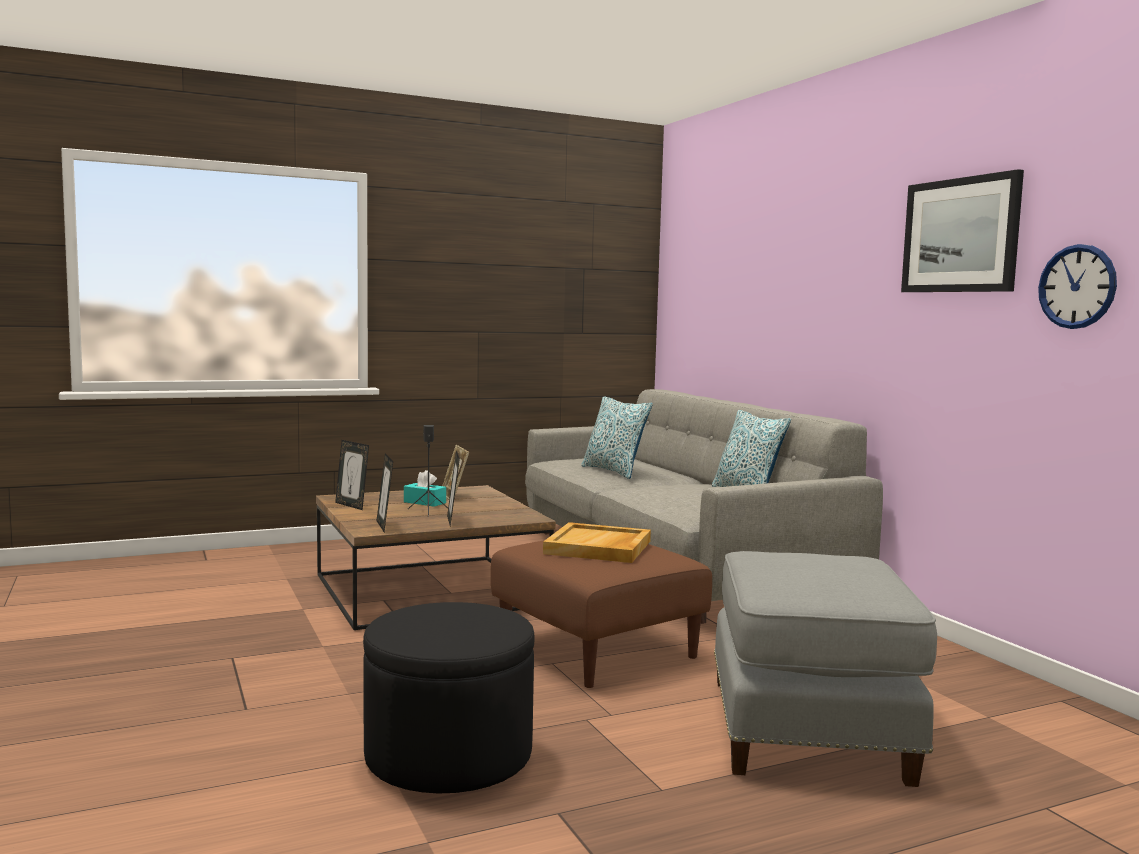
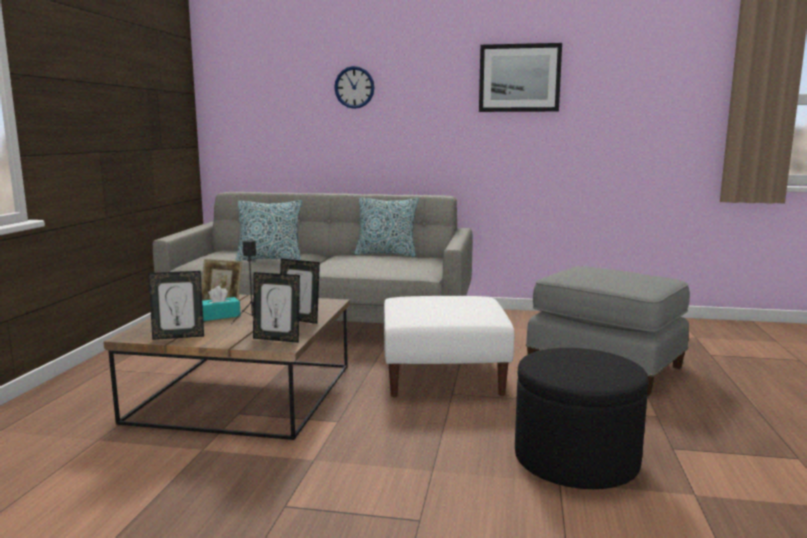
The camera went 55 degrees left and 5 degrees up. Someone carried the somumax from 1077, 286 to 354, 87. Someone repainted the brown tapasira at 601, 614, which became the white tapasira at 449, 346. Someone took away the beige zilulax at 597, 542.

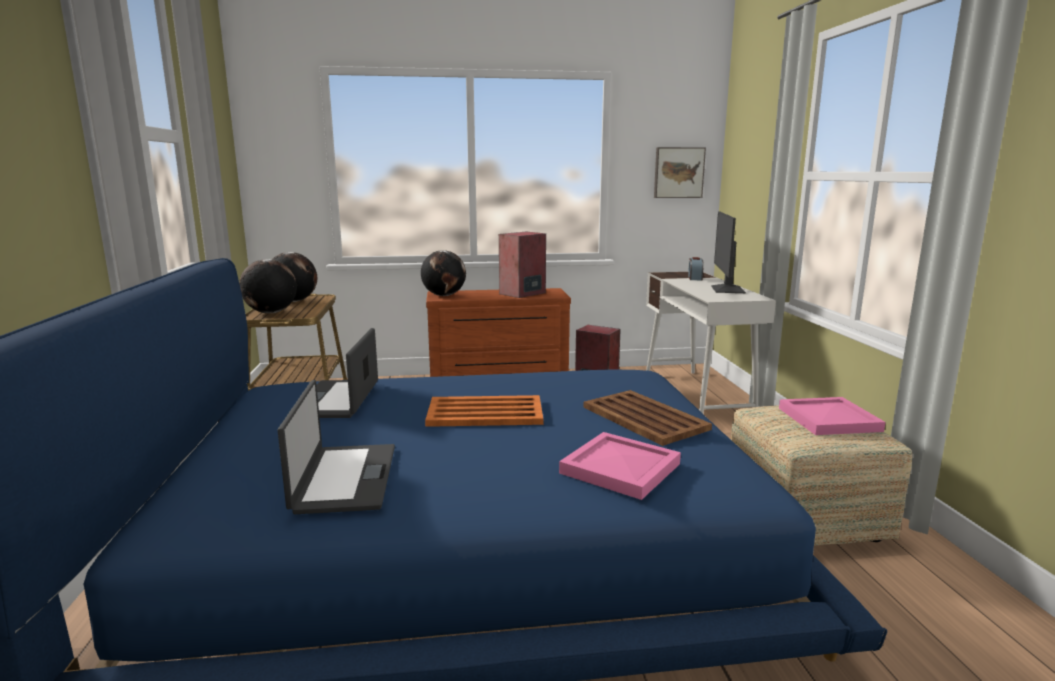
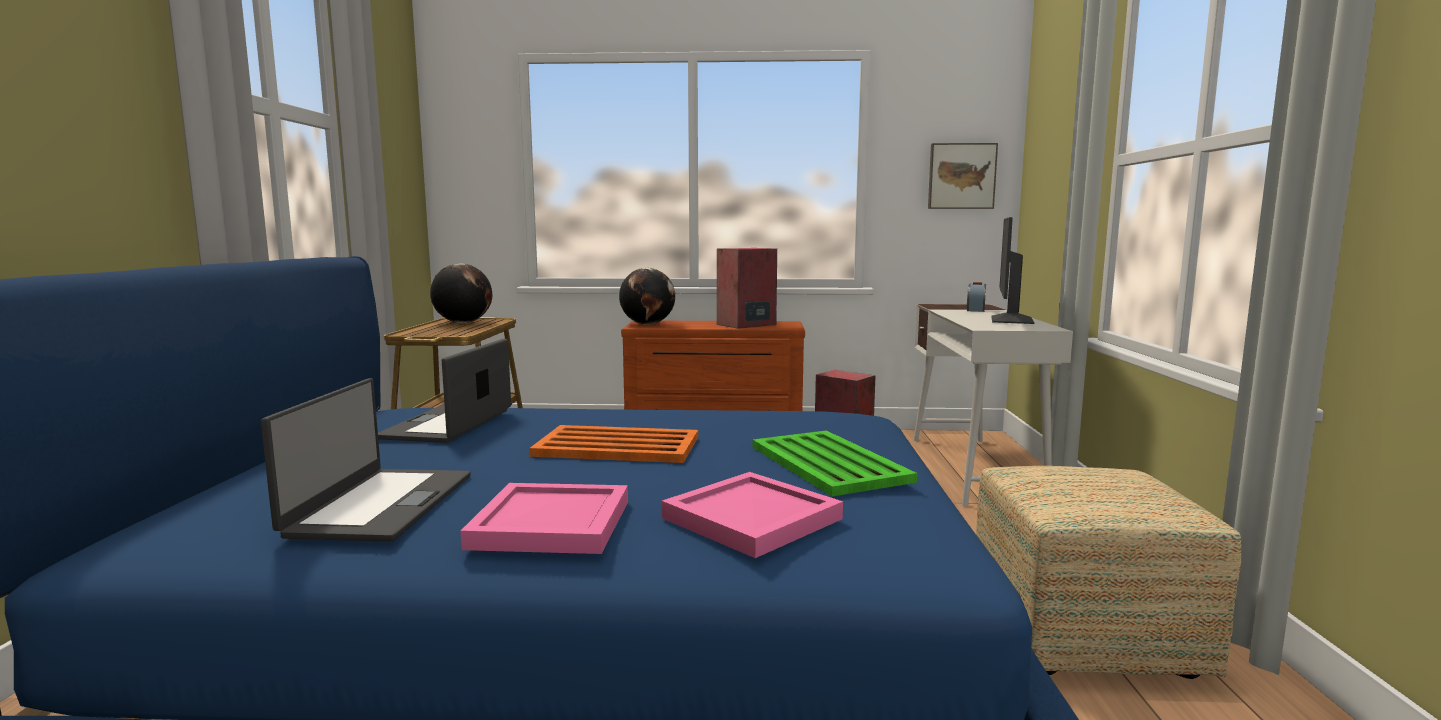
The camera went 10 degrees right and 5 degrees down. Someone carried the pink zilulax from 832, 416 to 544, 518. Someone repainted the brown zilulax at 648, 418, which became the green zilulax at 834, 463. Someone took away the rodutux at 268, 286.

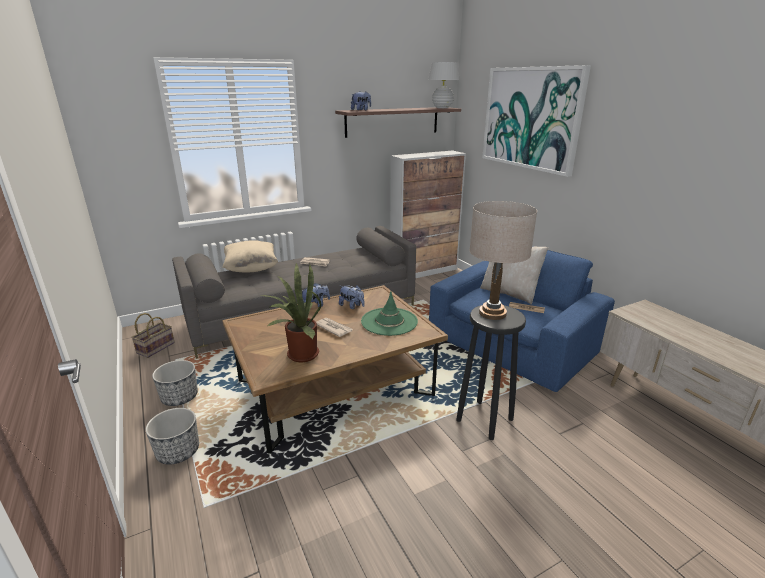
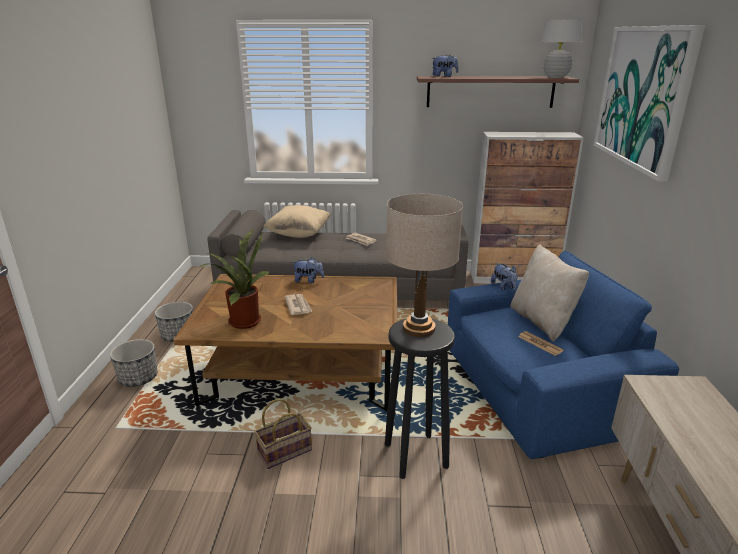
The camera went 30 degrees right and 0 degrees up. Someone carried the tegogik from 153, 335 to 283, 434. Someone carried the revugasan from 352, 297 to 504, 276. Someone took away the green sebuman at 389, 314.

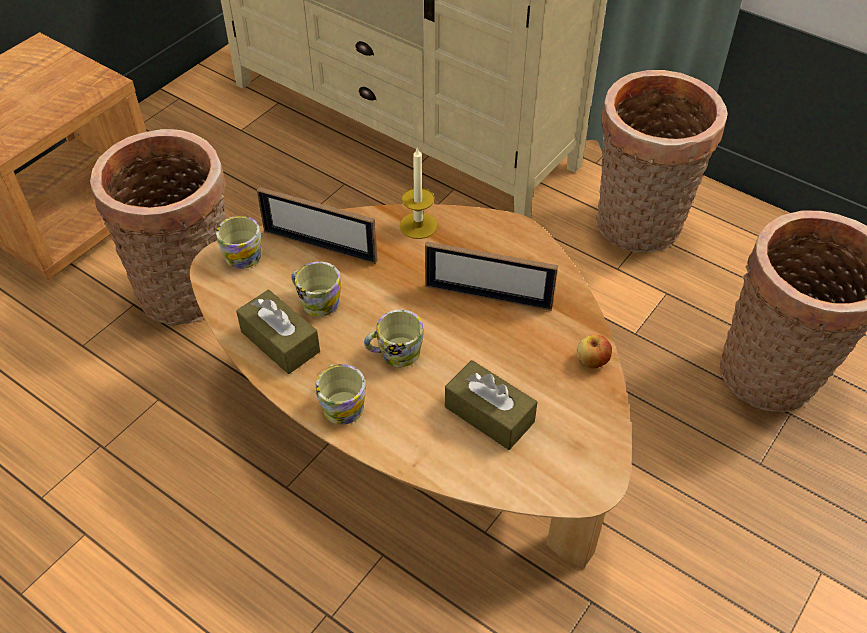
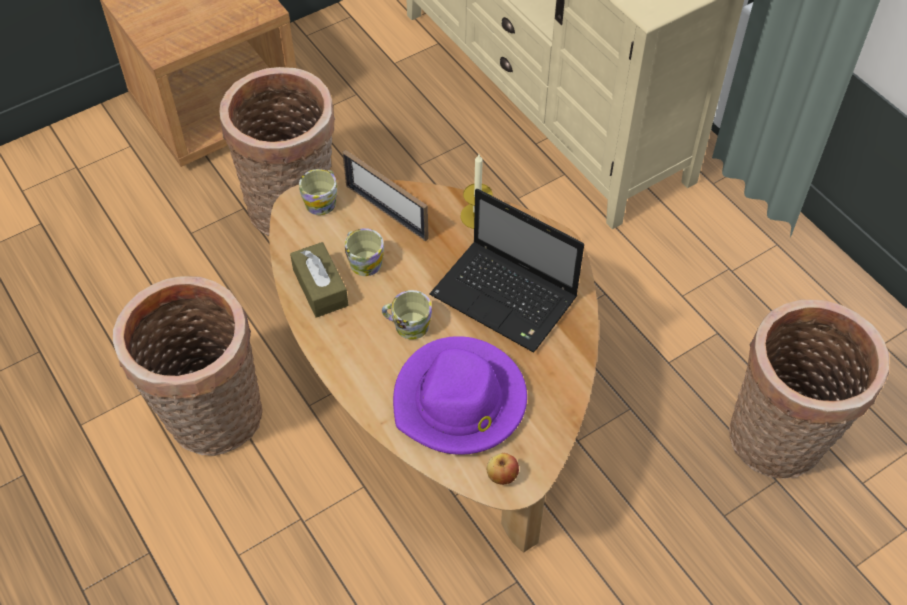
The camera went 20 degrees right and 5 degrees up. Someone carried the tegogik from 662, 161 to 188, 366. Someone swapped the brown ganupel at 491, 405 for the purple sebuman at 460, 395. Someone swapped the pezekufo at 491, 276 for the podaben at 506, 271. Someone carried the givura from 594, 352 to 503, 469. Someone took away the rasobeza at 341, 394.

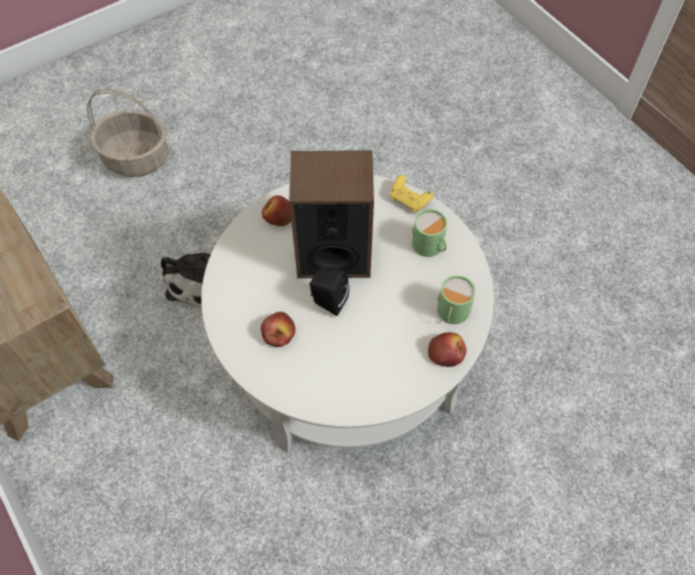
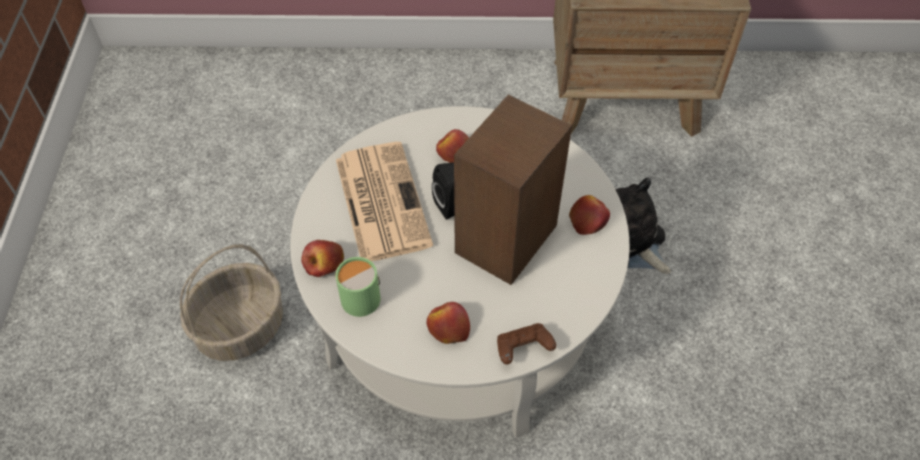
The camera went 125 degrees right and 5 degrees down. Someone carried the tegogik from 127, 133 to 231, 302. Someone put down the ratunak at 384, 201. Someone swapped the green rasobeza at 429, 233 for the givura at 448, 323. Someone repainted the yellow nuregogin at 412, 193, which became the brown nuregogin at 526, 343.

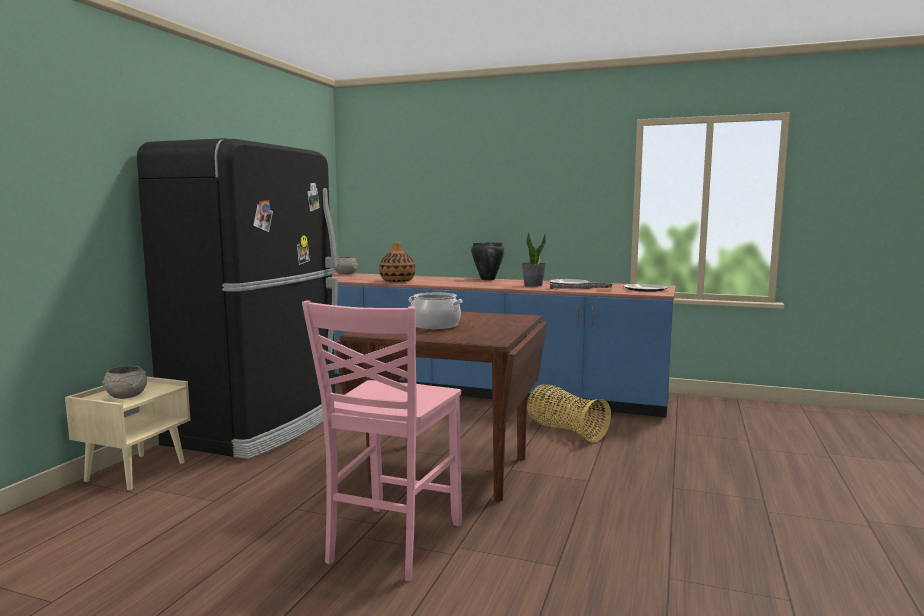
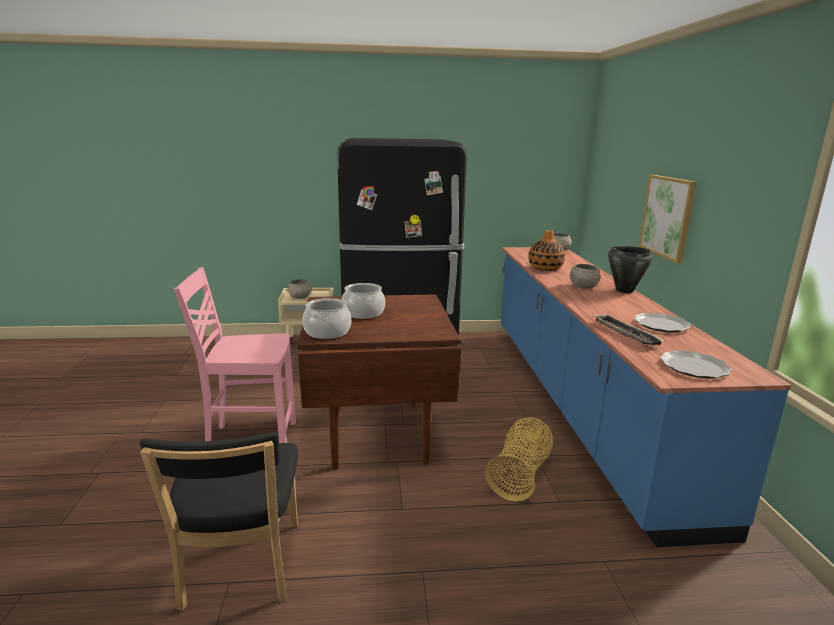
The camera went 65 degrees right and 10 degrees up. Someone put down the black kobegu at 219, 521. Someone put down the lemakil at 326, 318. Someone put down the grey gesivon at 585, 276. Someone put up the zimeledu at 668, 219. Someone took away the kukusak at 533, 259.

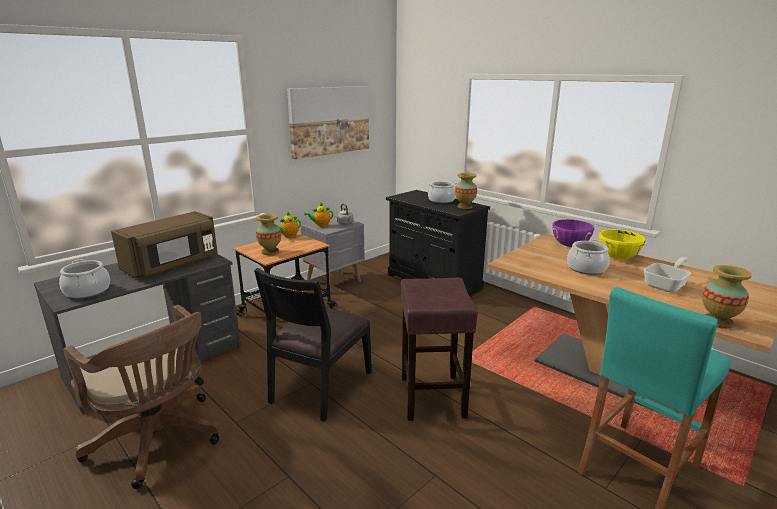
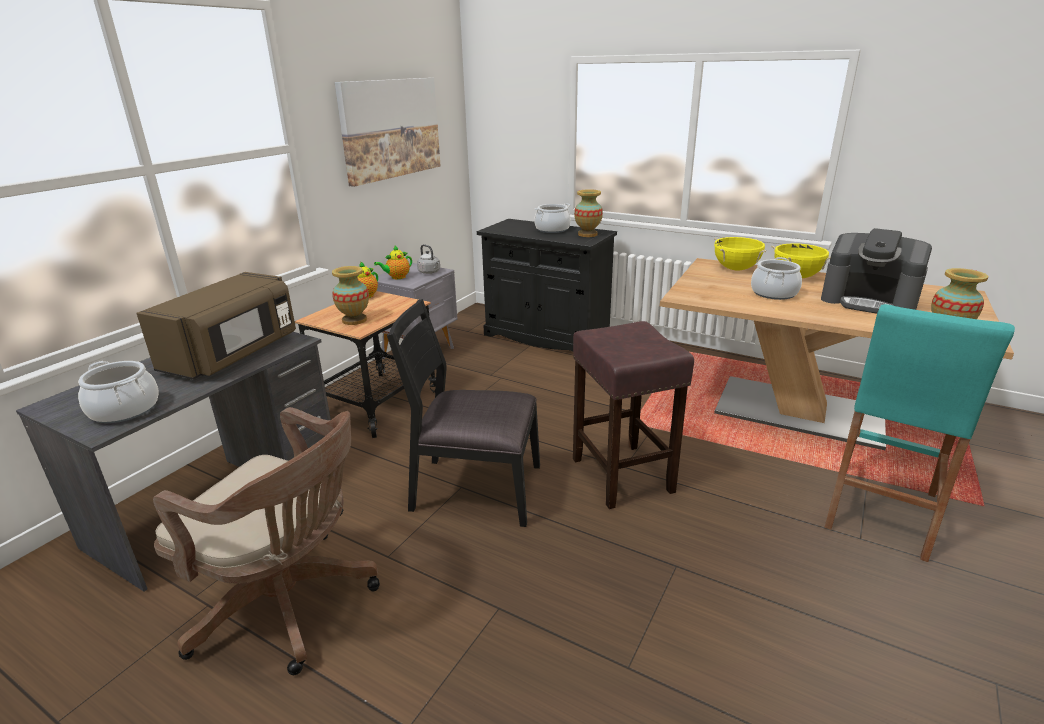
The camera went 15 degrees left and 5 degrees up. Someone rotated the black kobegu at 313, 345 by 90 degrees clockwise. Someone repainted the purple lemakil at 573, 233, which became the yellow lemakil at 740, 254. Someone swapped the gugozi at 667, 274 for the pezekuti at 876, 271.

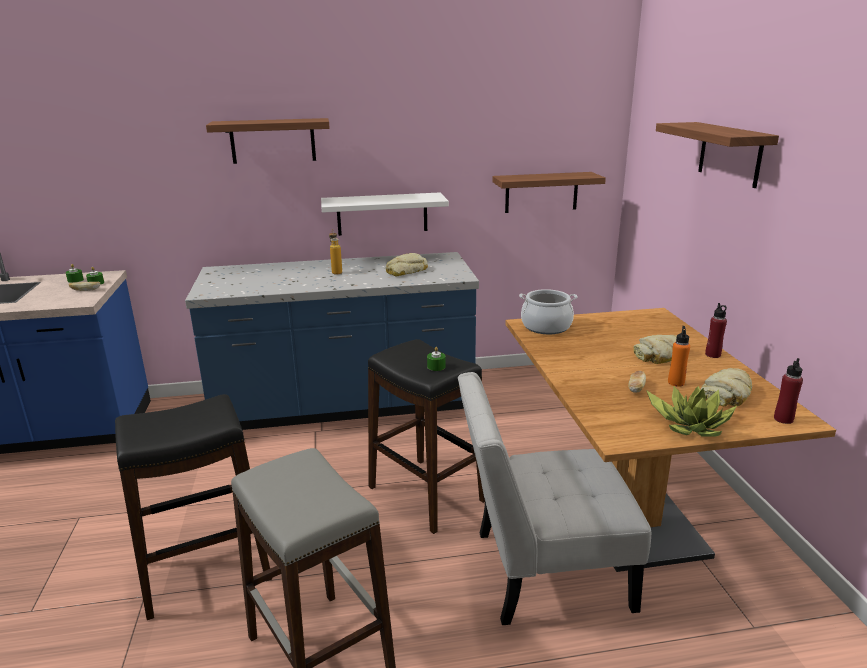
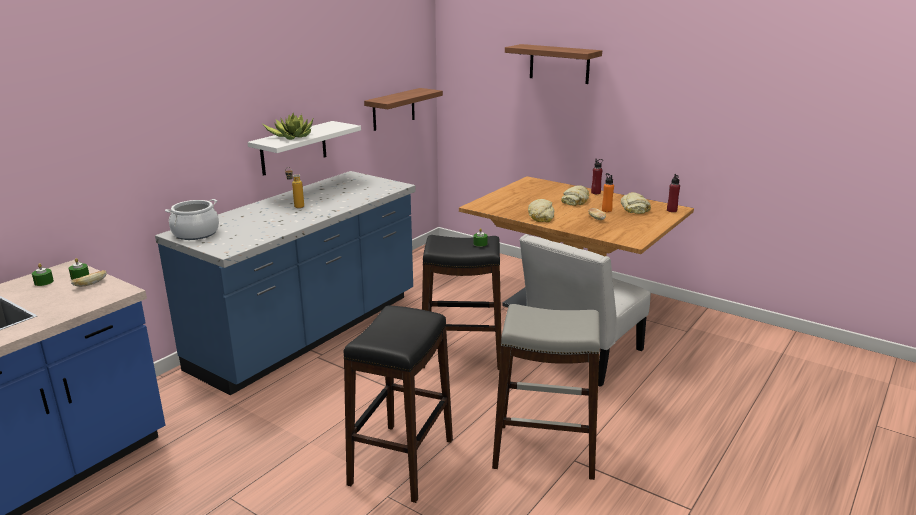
The camera went 45 degrees left and 0 degrees up. Someone carried the lemakil from 548, 311 to 192, 219. Someone carried the kukusak from 691, 411 to 288, 126. Someone carried the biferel from 407, 264 to 541, 210. Someone took away the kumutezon at 268, 141.

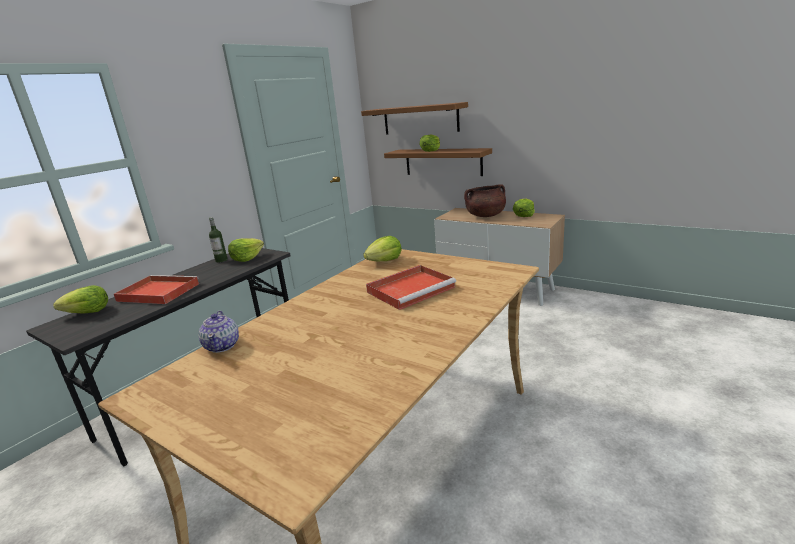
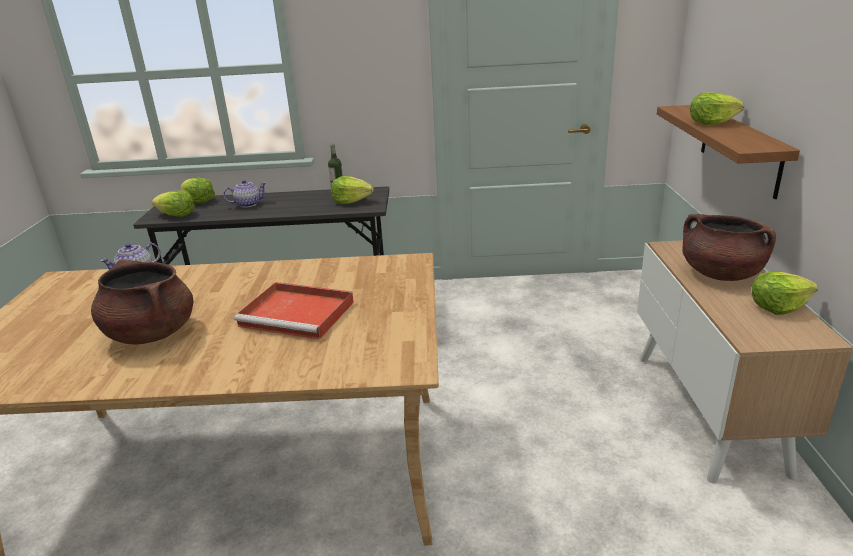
The camera went 55 degrees right and 5 degrees up. Someone put down the brown lemakil at 142, 302. Someone carried the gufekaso from 382, 249 to 173, 204. Someone swapped the red zilulax at 156, 289 for the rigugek at 244, 193. Someone took away the kumutezon at 414, 118.

